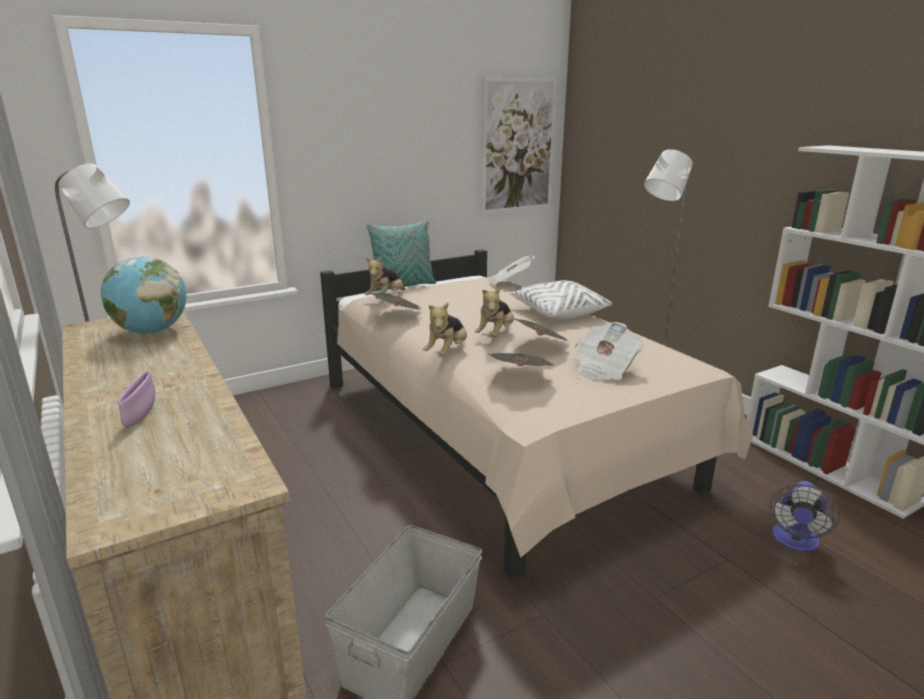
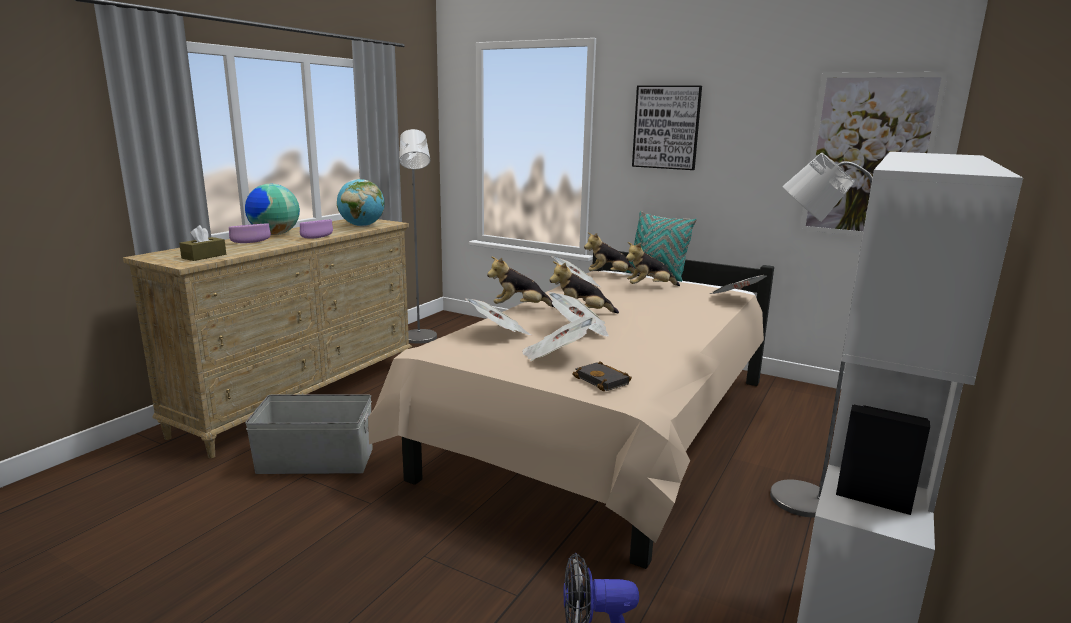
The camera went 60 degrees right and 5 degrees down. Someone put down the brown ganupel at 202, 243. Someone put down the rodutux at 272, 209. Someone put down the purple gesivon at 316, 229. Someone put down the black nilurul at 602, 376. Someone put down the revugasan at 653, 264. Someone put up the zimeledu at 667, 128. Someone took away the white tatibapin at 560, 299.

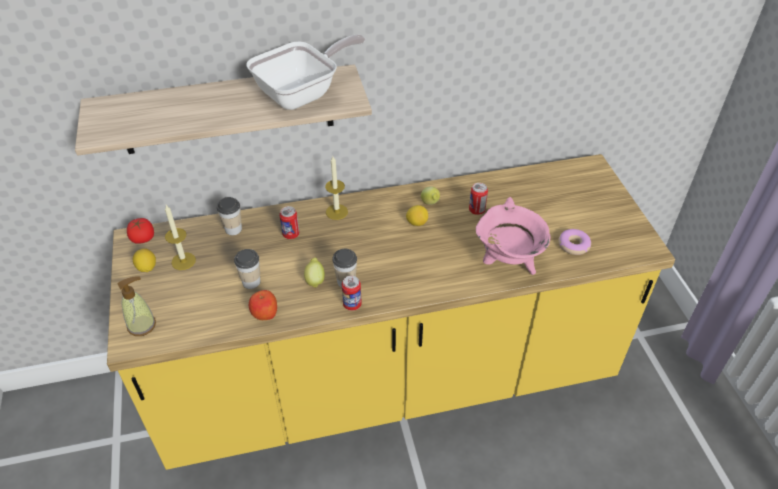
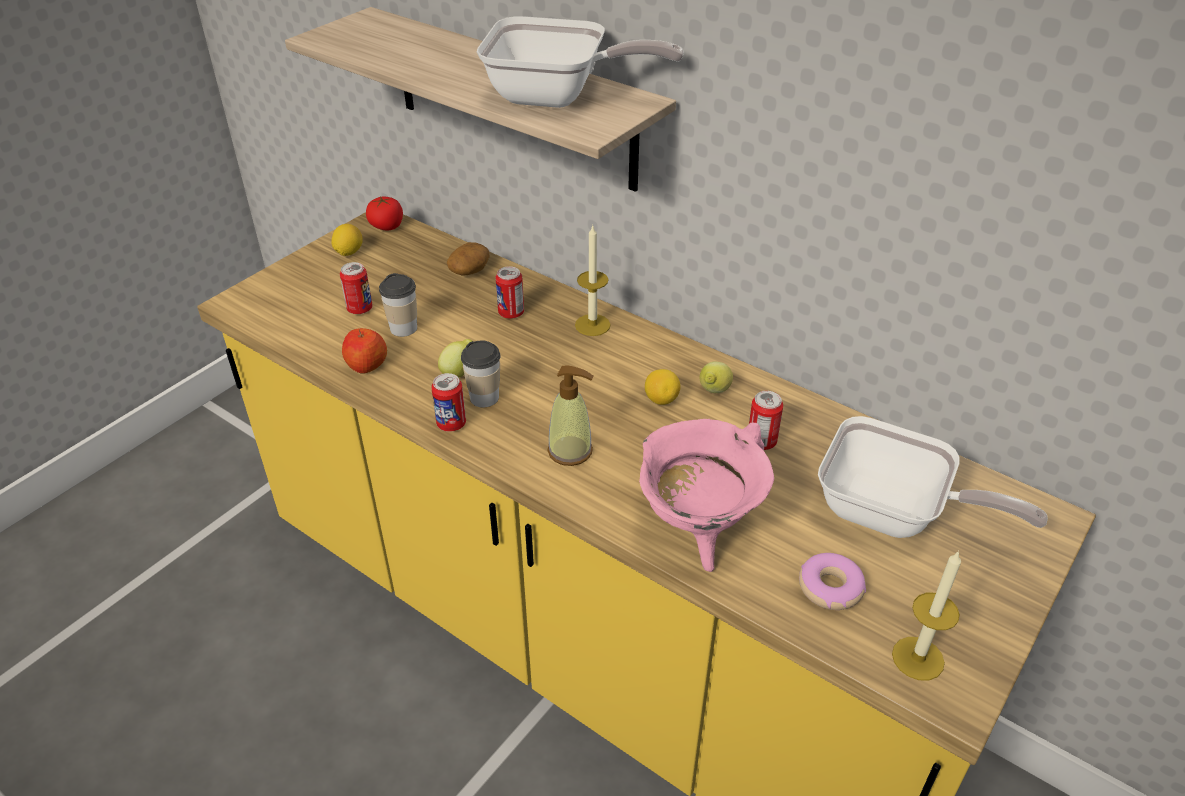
The camera went 50 degrees right and 5 degrees down. Someone put down the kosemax at 356, 288. Someone swapped the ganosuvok at 229, 216 for the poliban at 468, 259. Someone carried the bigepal from 136, 306 to 570, 415. Someone put down the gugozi at 933, 477. Someone carried the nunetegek from 180, 237 to 926, 615.

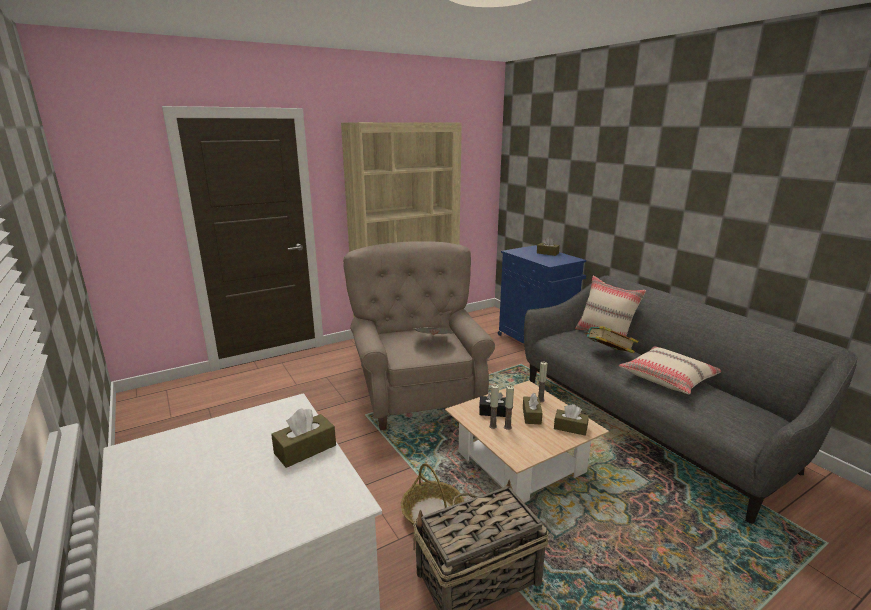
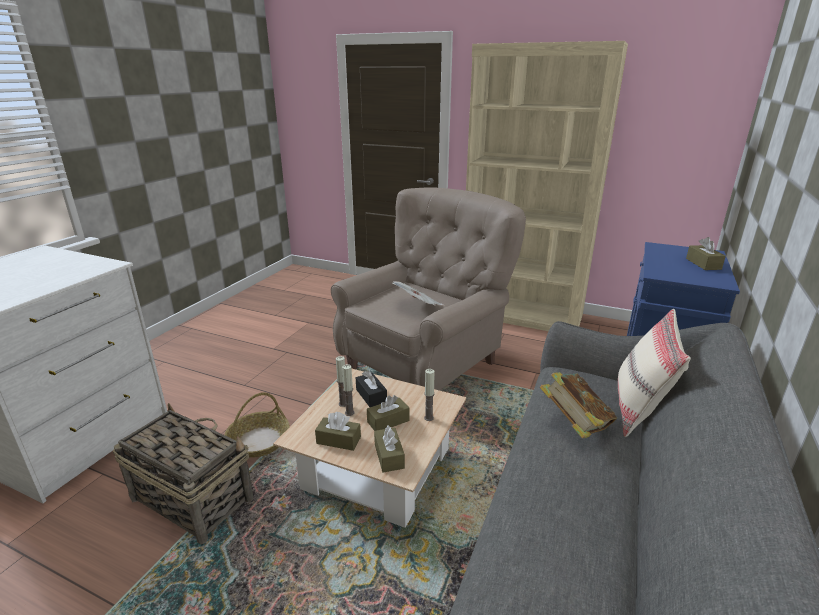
The camera went 55 degrees right and 5 degrees up. Someone carried the brown ganupel from 303, 438 to 338, 431. Someone took away the beige tatibapin at 670, 370.

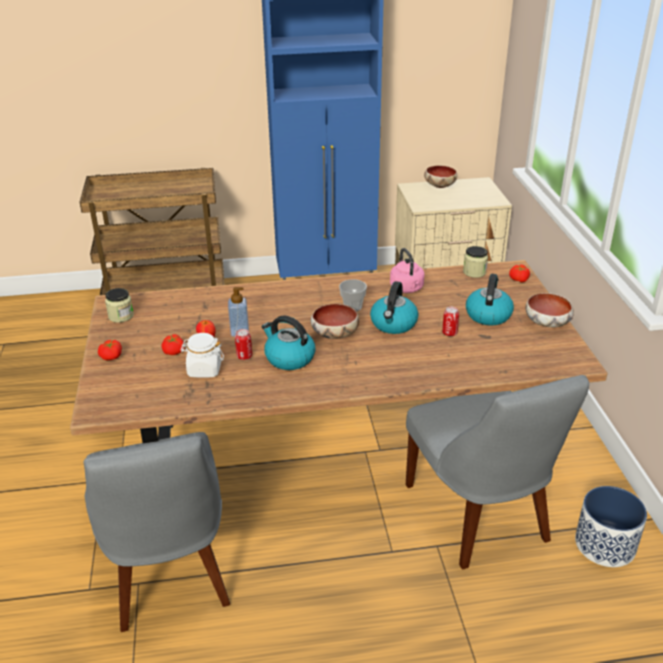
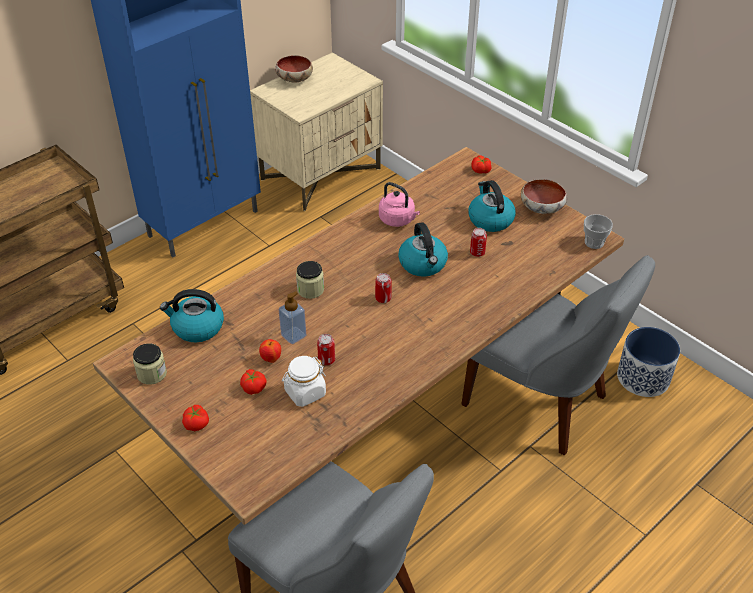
The camera went 35 degrees left and 10 degrees up. Someone carried the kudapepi from 288, 343 to 192, 315. Someone carried the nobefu from 475, 262 to 310, 280. Someone swapped the gesivon at 335, 321 for the kosemax at 383, 288. Someone carried the ganosuvok from 353, 295 to 598, 231.

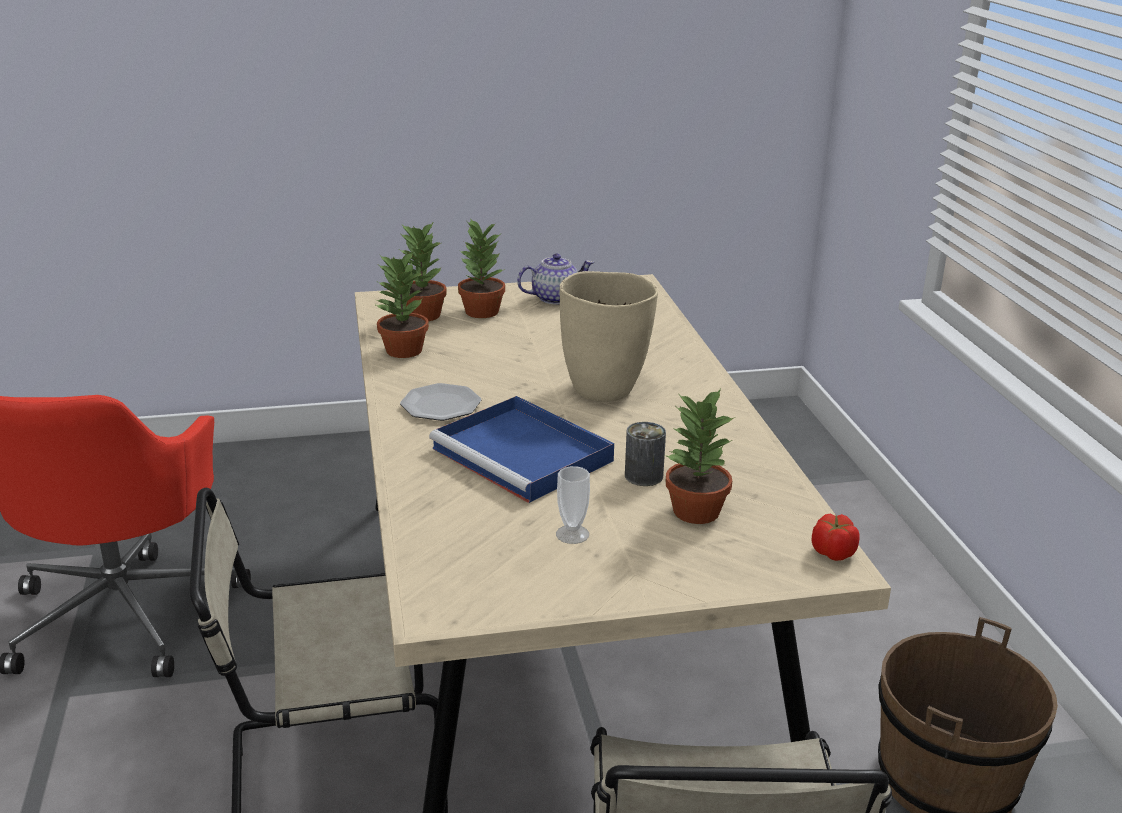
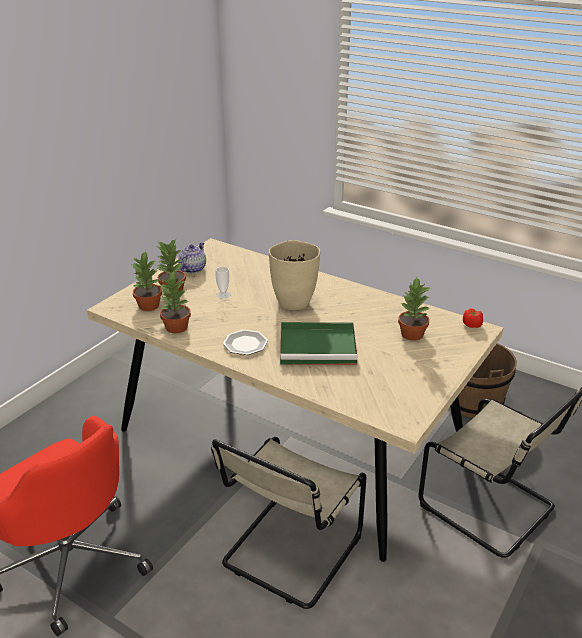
The camera went 45 degrees left and 5 degrees up. Someone carried the ganosuvok from 573, 505 to 223, 283. Someone repainted the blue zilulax at 521, 449, which became the green zilulax at 318, 343. Someone took away the kosemax at 645, 454.

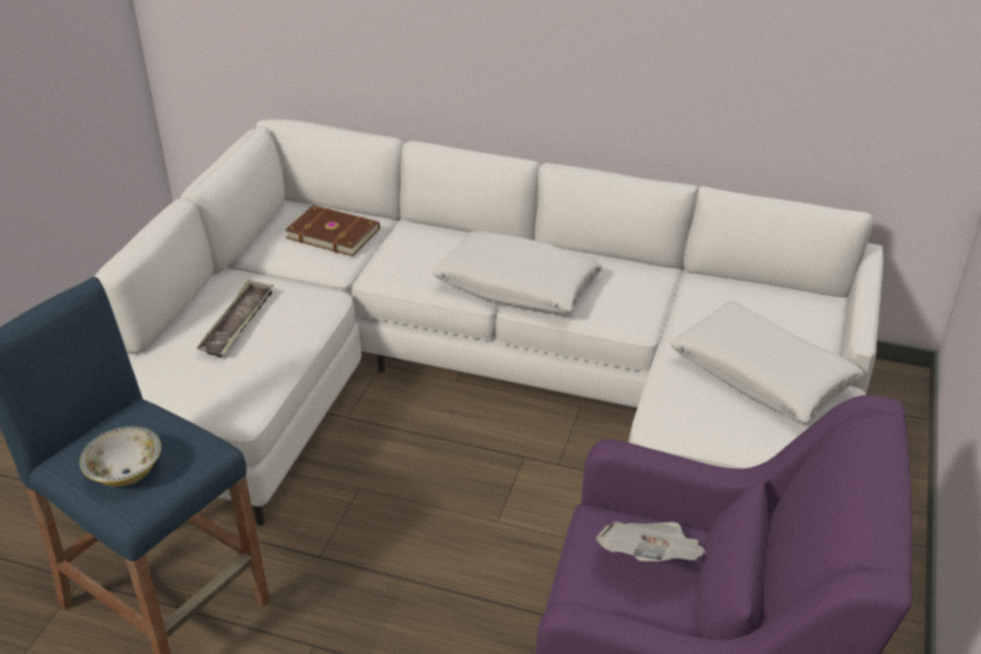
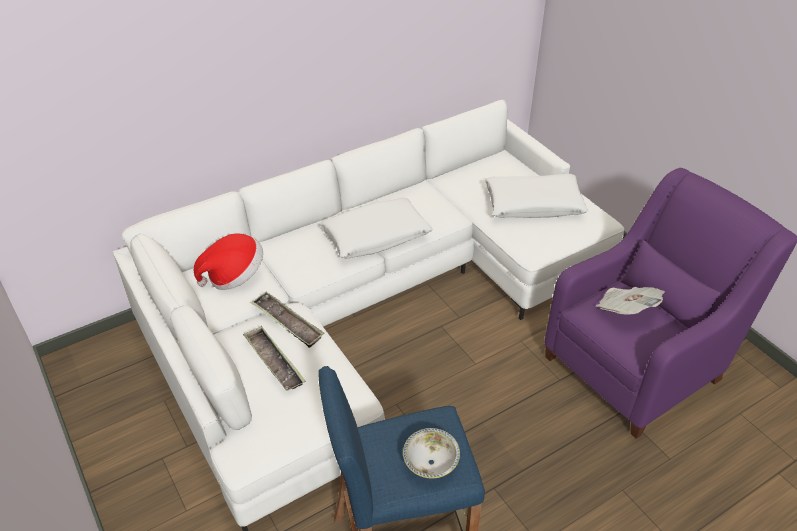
The camera went 50 degrees left and 5 degrees up. Someone swapped the brown nilurul at 332, 230 for the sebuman at 228, 261. Someone put down the zilulax at 287, 320.

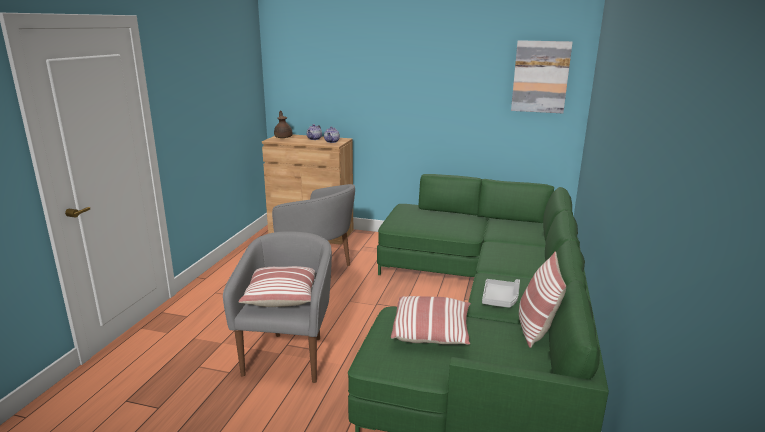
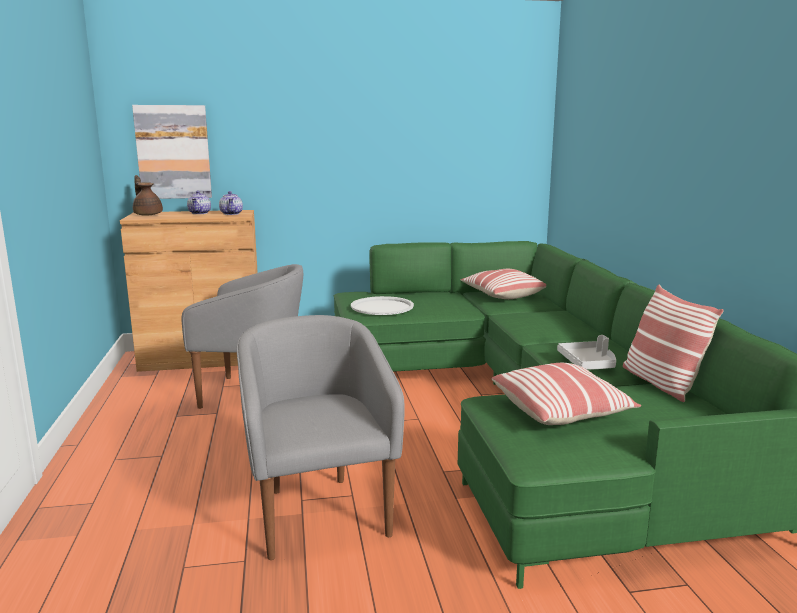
The camera went 25 degrees left and 5 degrees down. Someone carried the zimeledu from 542, 76 to 172, 152. Someone put down the white zilulax at 382, 305. Someone carried the tatibapin from 276, 286 to 503, 284.

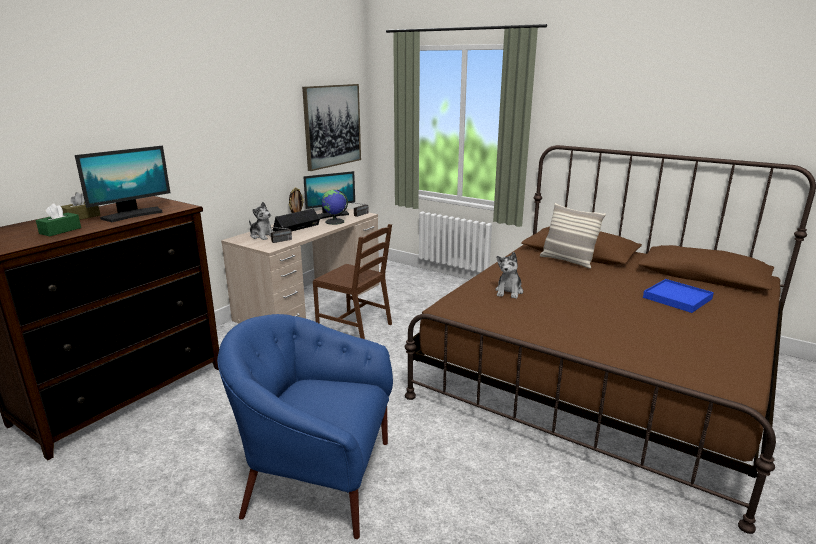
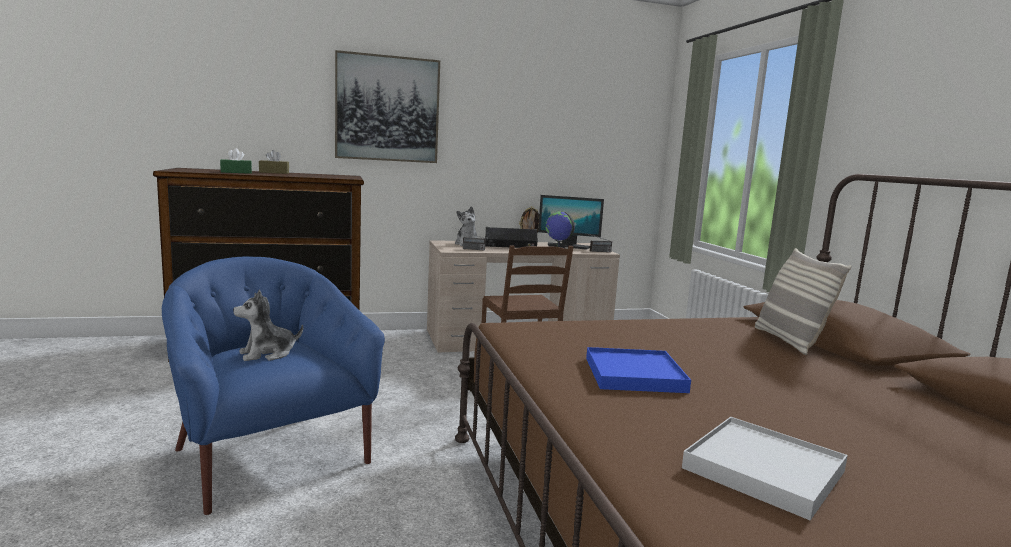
The camera went 40 degrees right and 10 degrees down. Someone carried the revugasan from 509, 275 to 268, 325. Someone carried the zimeledu from 331, 127 to 387, 106. Someone carried the blue zilulax from 678, 296 to 638, 370. Someone put down the white zilulax at 765, 468. Someone took away the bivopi at 122, 184.

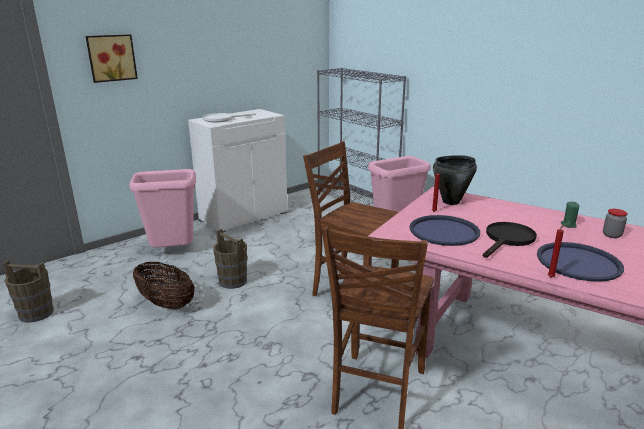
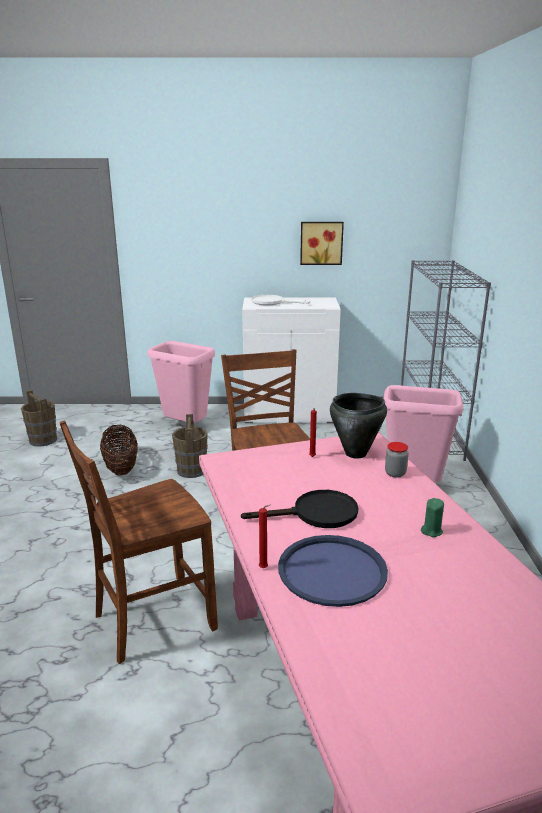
The camera went 40 degrees right and 0 degrees up. Someone carried the zimeledu from 112, 58 to 322, 243. Someone carried the nobefu from 615, 223 to 396, 460. Someone took away the blue zilulax at 444, 230.

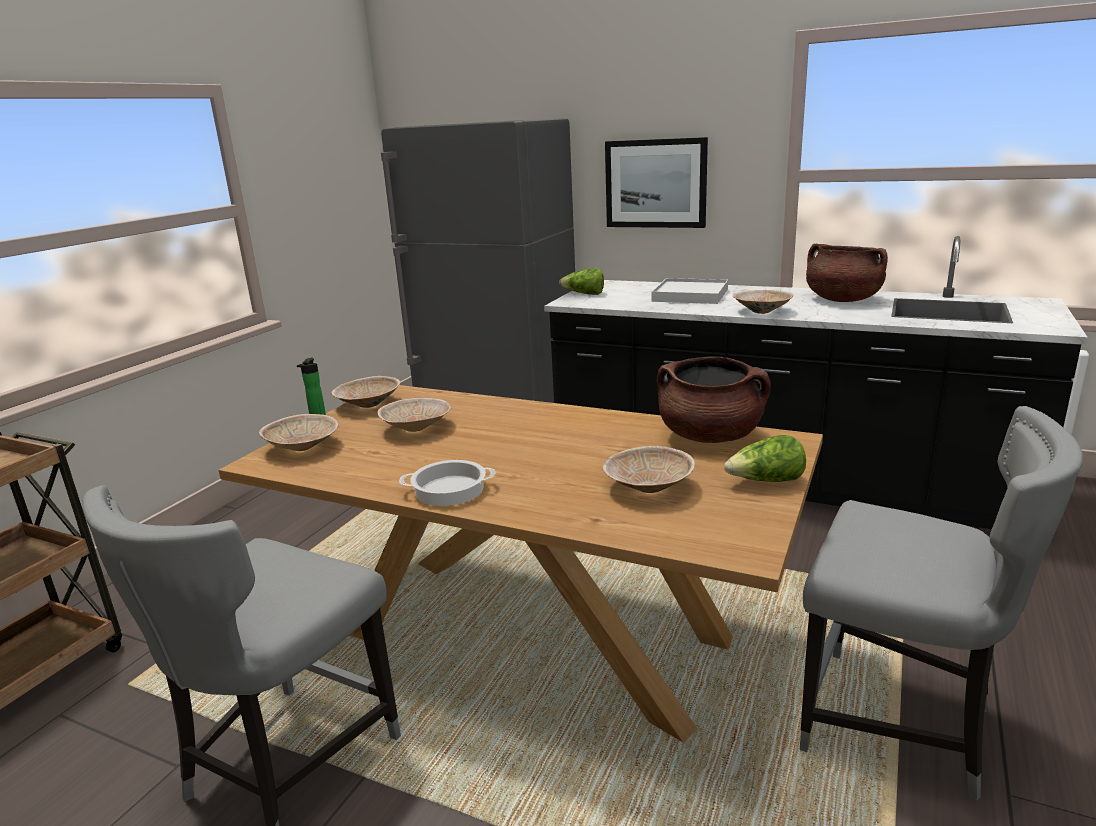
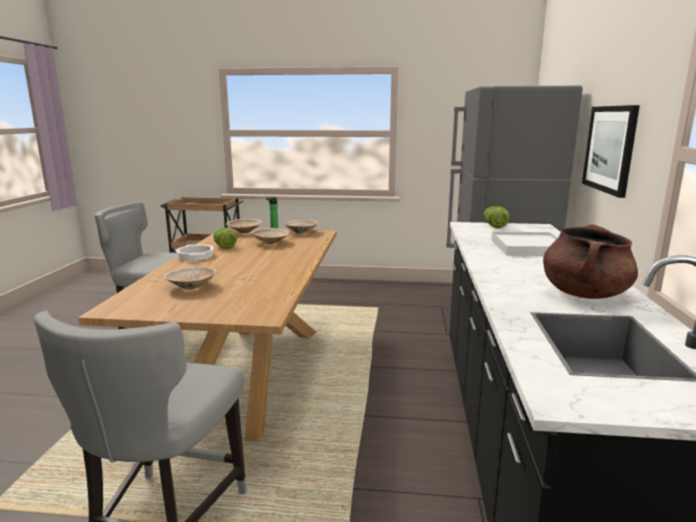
The camera went 70 degrees right and 5 degrees down. Someone carried the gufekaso from 765, 458 to 225, 238. Someone took away the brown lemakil at 714, 399. Someone took away the beige gesivon at 763, 302.

